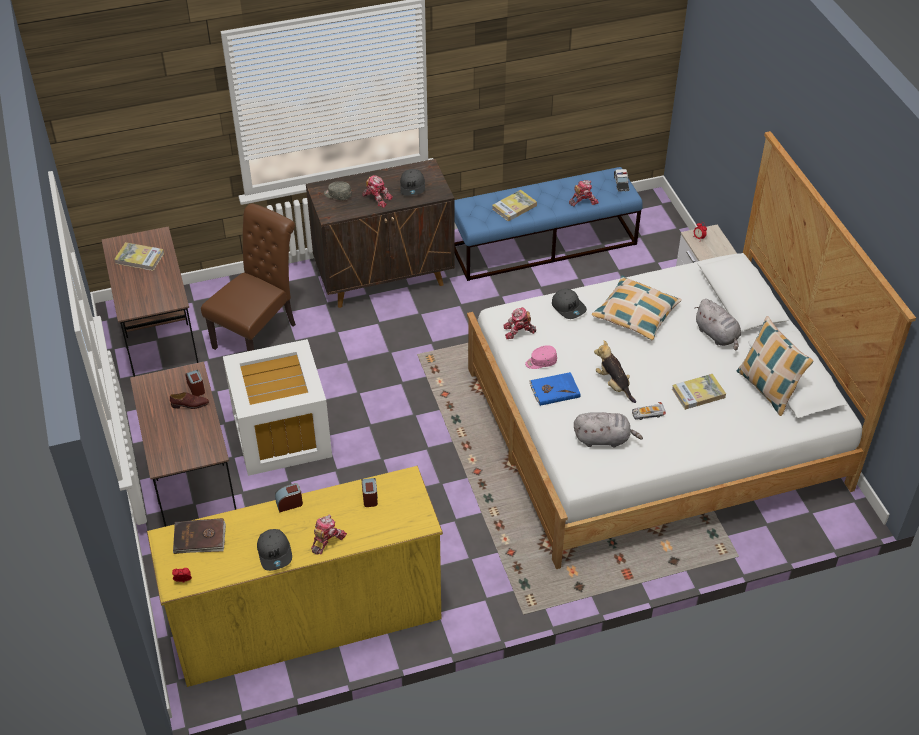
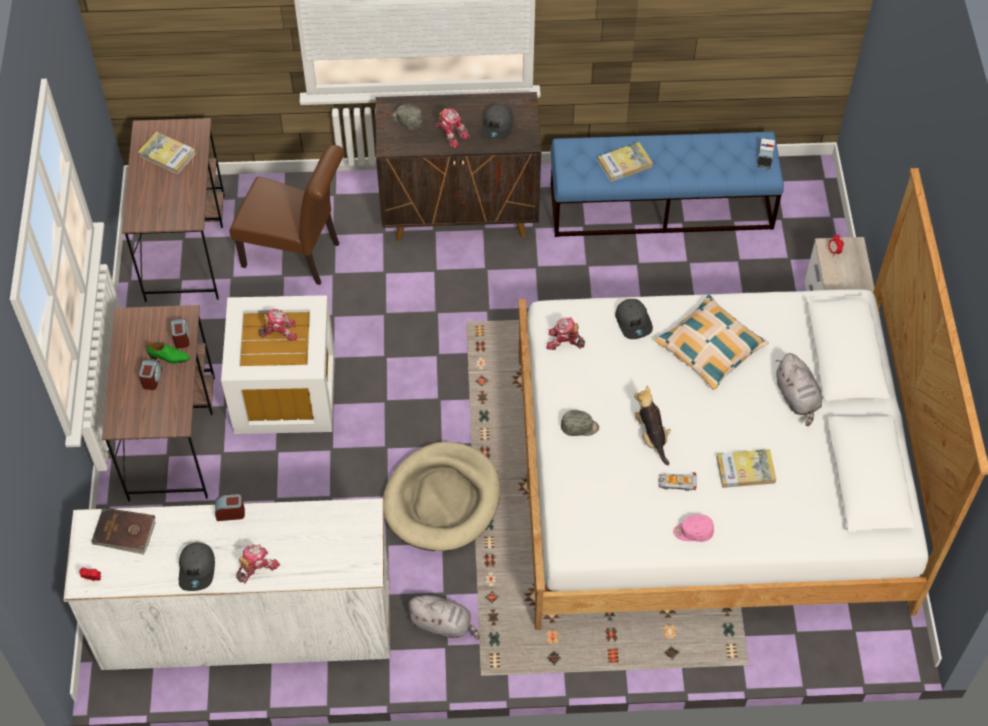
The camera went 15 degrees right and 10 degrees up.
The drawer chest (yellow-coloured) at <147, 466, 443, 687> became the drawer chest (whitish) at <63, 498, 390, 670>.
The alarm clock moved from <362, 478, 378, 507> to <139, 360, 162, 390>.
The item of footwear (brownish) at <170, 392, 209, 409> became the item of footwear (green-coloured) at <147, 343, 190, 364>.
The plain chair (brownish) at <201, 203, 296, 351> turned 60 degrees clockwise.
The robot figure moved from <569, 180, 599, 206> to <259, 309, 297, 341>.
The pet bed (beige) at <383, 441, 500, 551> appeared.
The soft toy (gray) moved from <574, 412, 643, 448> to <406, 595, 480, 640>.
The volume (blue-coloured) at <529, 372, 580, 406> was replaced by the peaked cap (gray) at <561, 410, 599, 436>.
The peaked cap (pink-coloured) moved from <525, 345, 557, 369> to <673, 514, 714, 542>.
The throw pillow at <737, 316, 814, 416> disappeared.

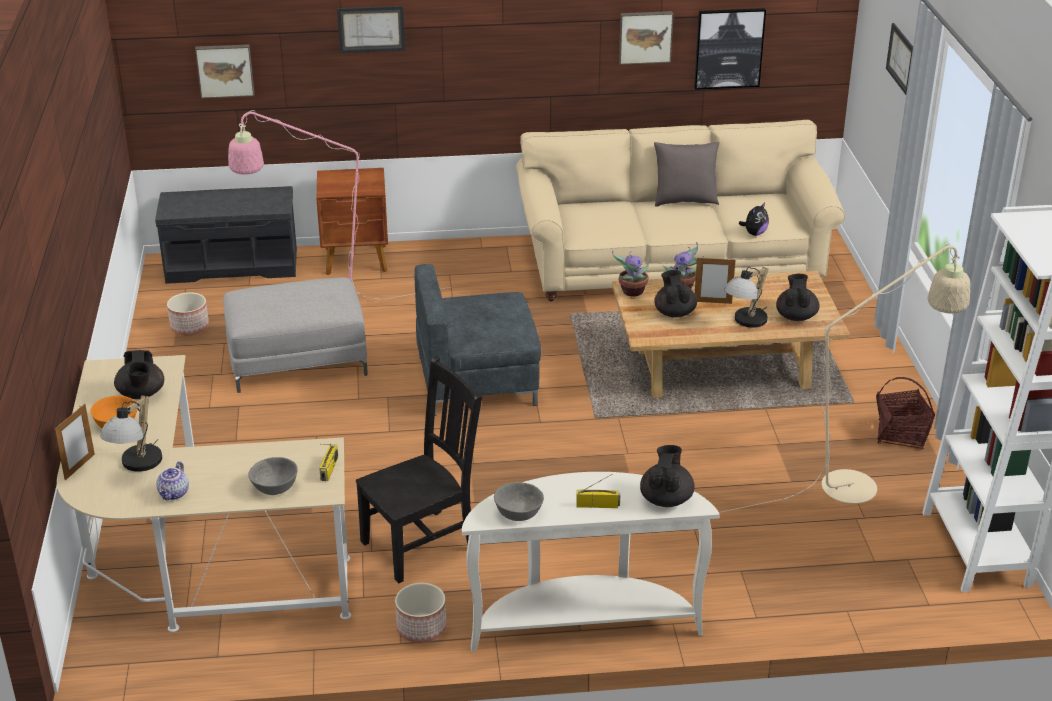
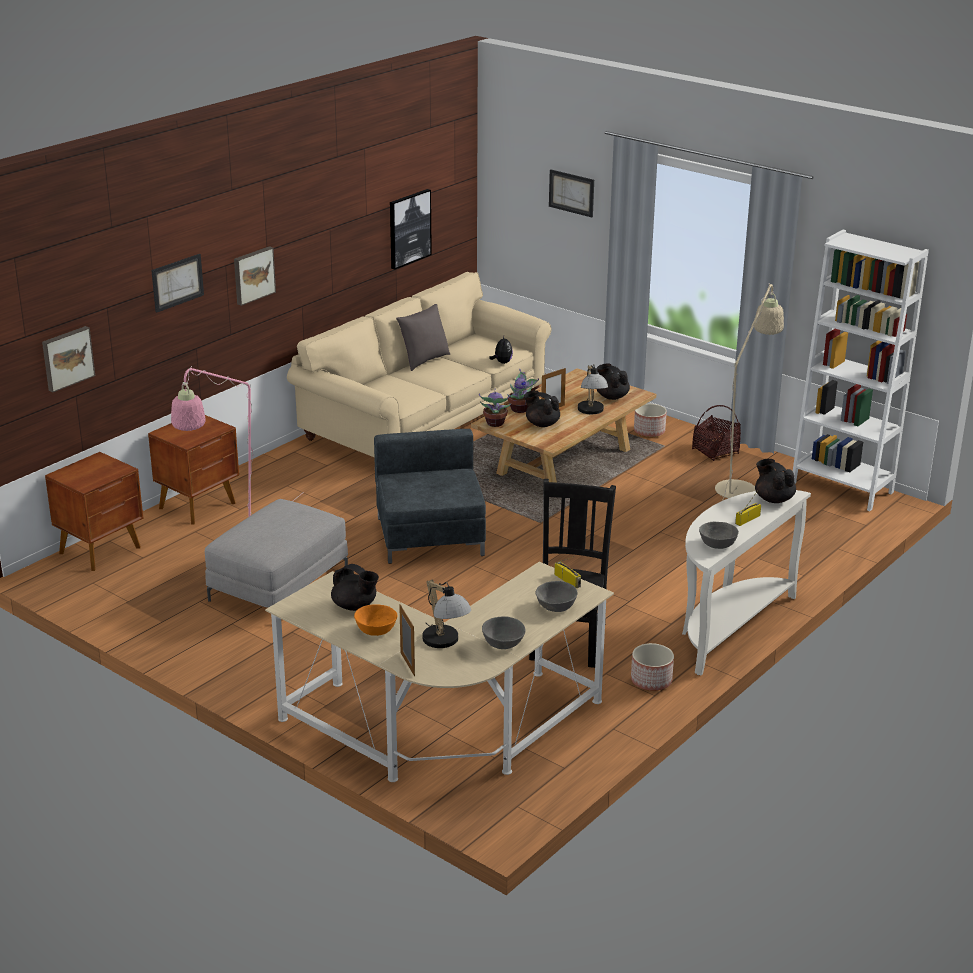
The camera went 45 degrees left and 5 degrees down.
The indoor bench (gray) at <155, 186, 297, 284> was replaced by the bedside table (brownish) at <45, 452, 143, 571>.
The picture moved from <619, 11, 673, 65> to <234, 246, 276, 306>.
The lounge chair (gray) at <415, 264, 541, 416> turned 135 degrees clockwise.
The teapot at <156, 461, 189, 501> was replaced by the bowl (gray) at <482, 616, 526, 649>.
The flower pot moved from <167, 292, 209, 335> to <634, 404, 667, 437>.

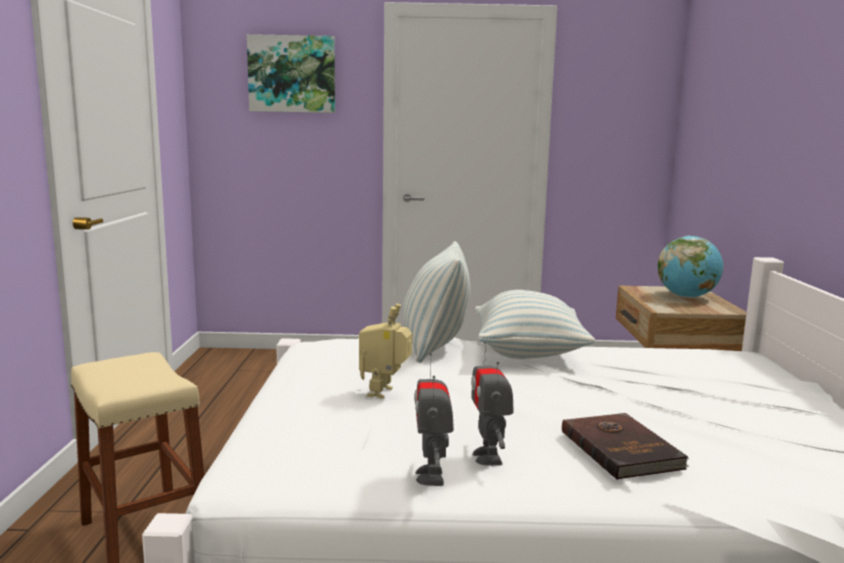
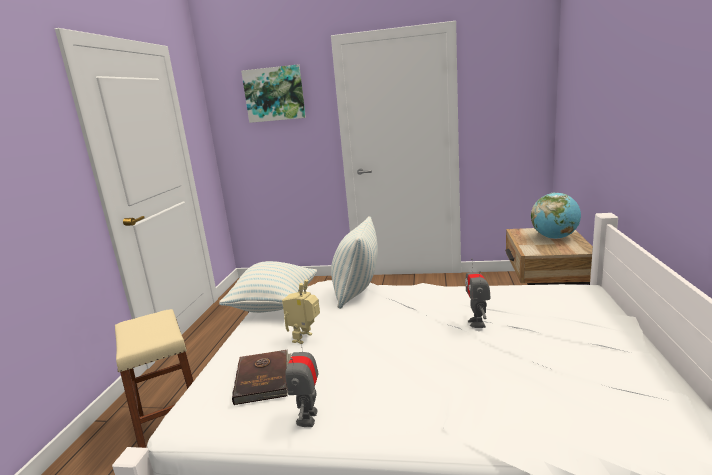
The camera went 10 degrees right and 5 degrees up.
The throw pillow moved from <475, 290, 595, 359> to <219, 261, 317, 313>.
The volume (brownish) moved from <562, 413, 689, 480> to <232, 349, 291, 405>.
The robot figure moved from <471, 341, 514, 466> to <465, 258, 491, 328>.

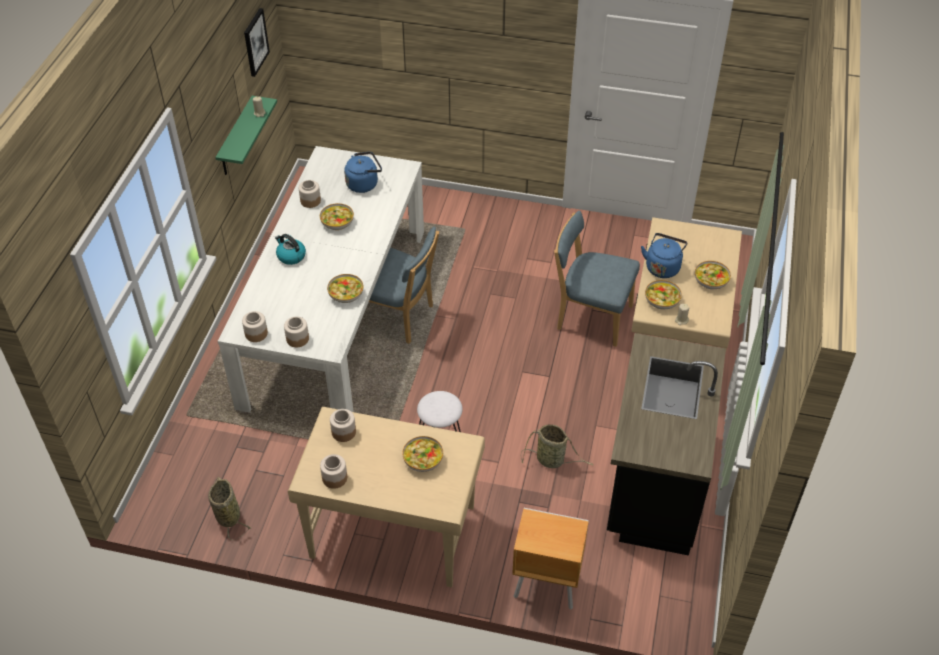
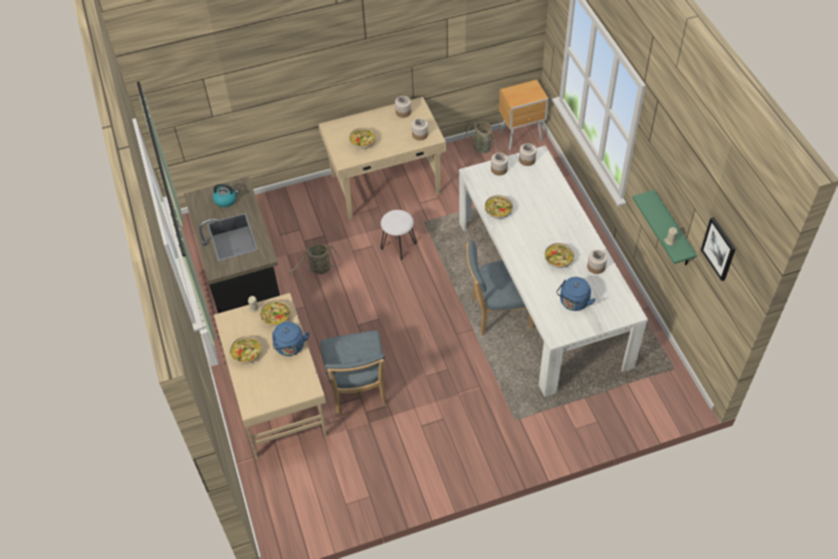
The camera went 150 degrees right and 5 degrees up.
The water kettle moved from <275, 234, 306, 265> to <213, 184, 239, 207>.
The plain chair (blue-coloured) at <554, 211, 640, 347> turned 90 degrees clockwise.
The bedside table (brownish) moved from <512, 508, 589, 610> to <499, 79, 549, 149>.

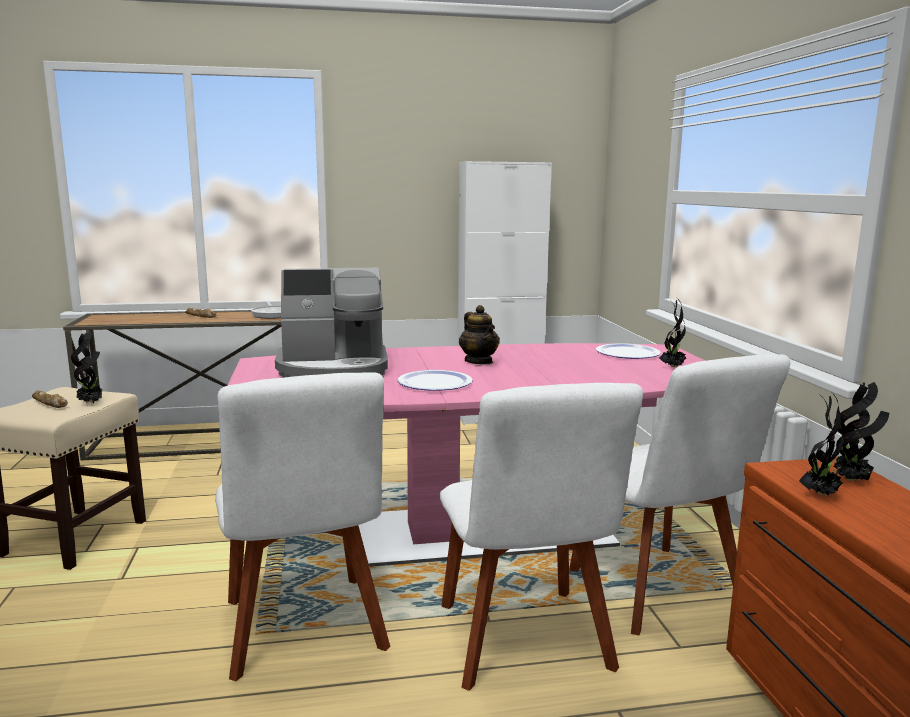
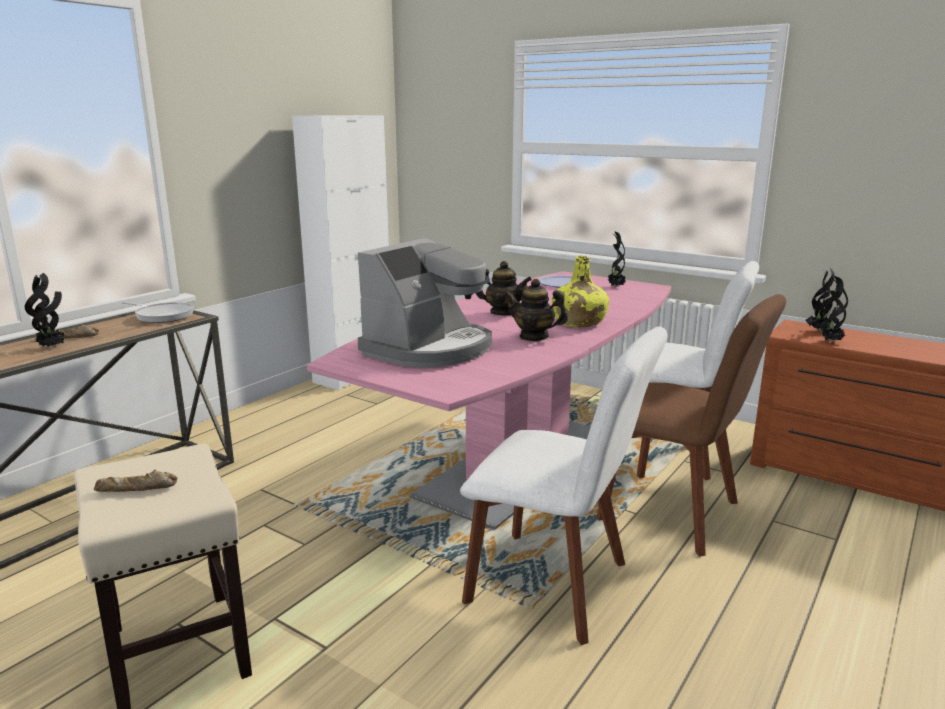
The camera went 45 degrees left and 5 degrees up.
The potted plant moved from <71, 331, 103, 403> to <25, 273, 64, 348>.
The dinner plate at <398, 370, 473, 391> was replaced by the teapot at <505, 279, 568, 341>.
The beverage bottle (yellow-coloured) at <552, 256, 609, 327> appeared.
The plain chair (whitish) at <440, 383, 643, 691> became the plain chair (brownish) at <597, 294, 786, 557>.

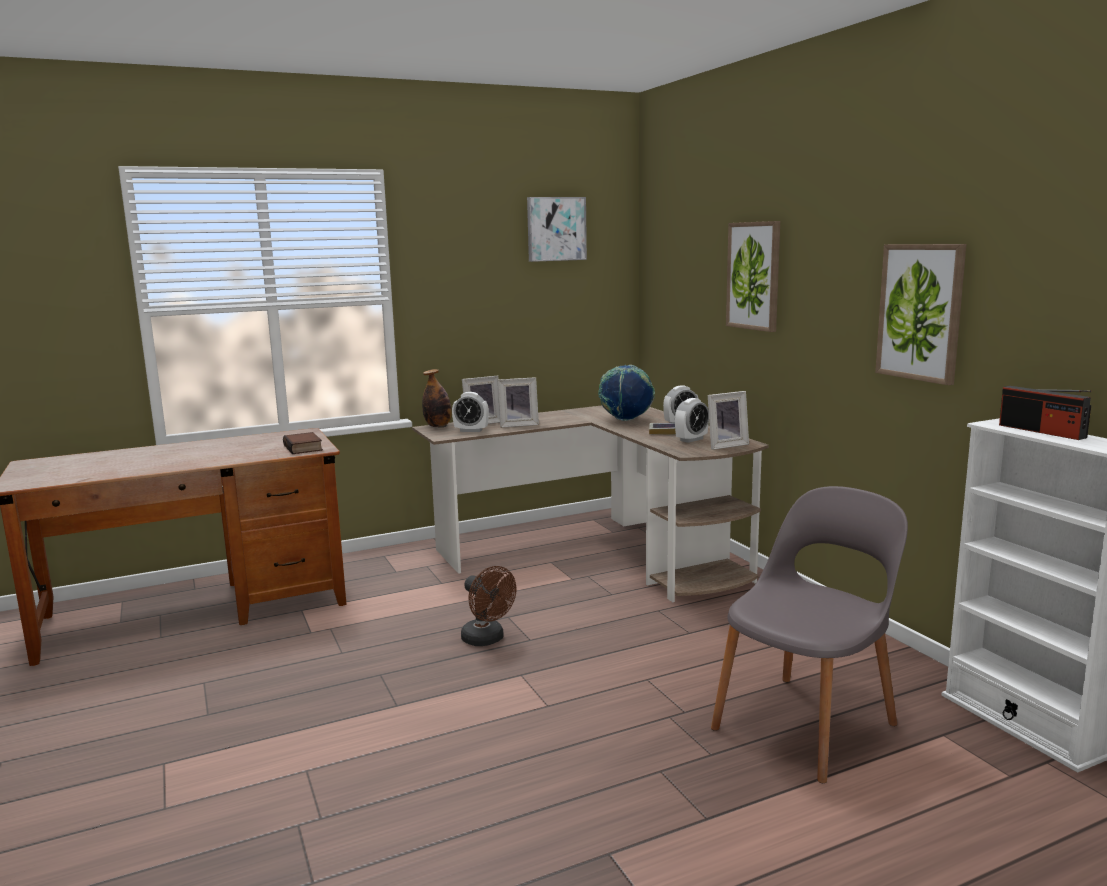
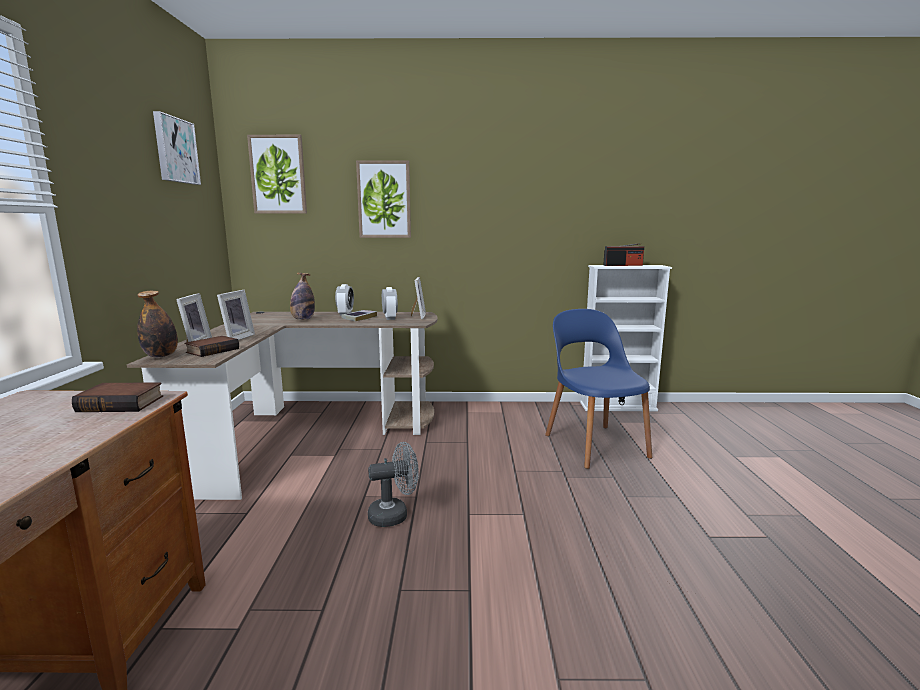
The camera went 65 degrees left and 0 degrees up.
The alarm clock at <452, 392, 489, 432> was replaced by the volume at <185, 336, 239, 357>.
The picture moved from <875, 244, 966, 385> to <247, 135, 307, 214>.
The globe at <598, 365, 655, 421> was replaced by the beverage bottle at <290, 273, 315, 320>.
The electric fan (brownish) at <461, 566, 516, 646> became the electric fan (gray) at <368, 442, 419, 527>.
The plain chair (gray) at <711, 486, 908, 783> became the plain chair (blue-coloured) at <545, 309, 652, 469>.

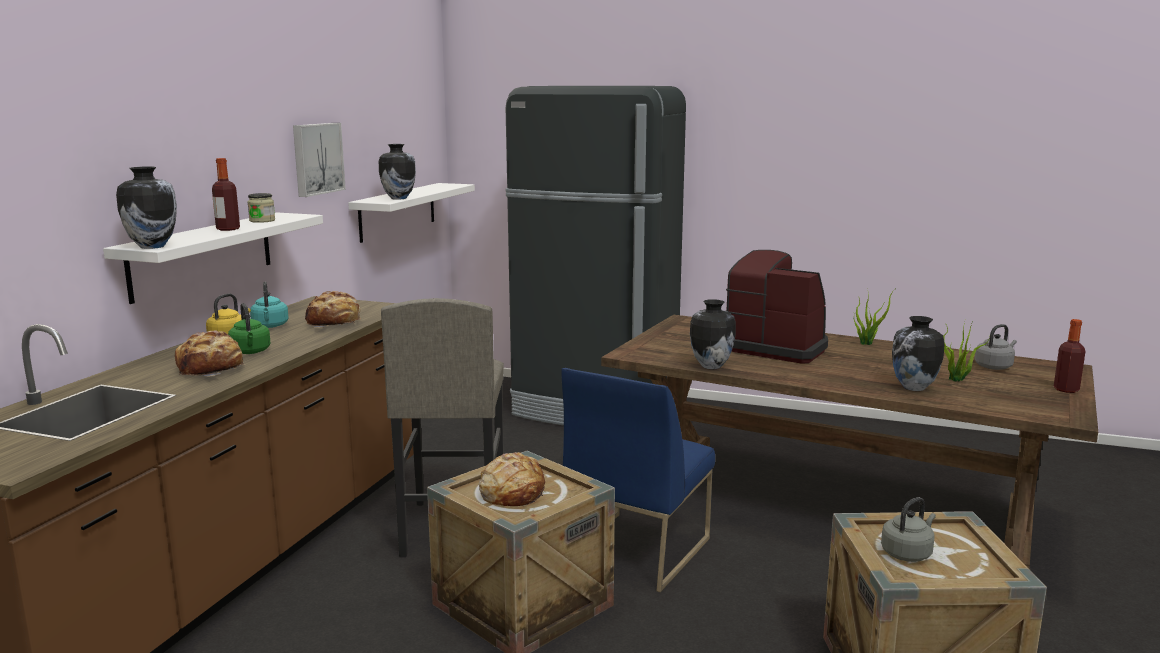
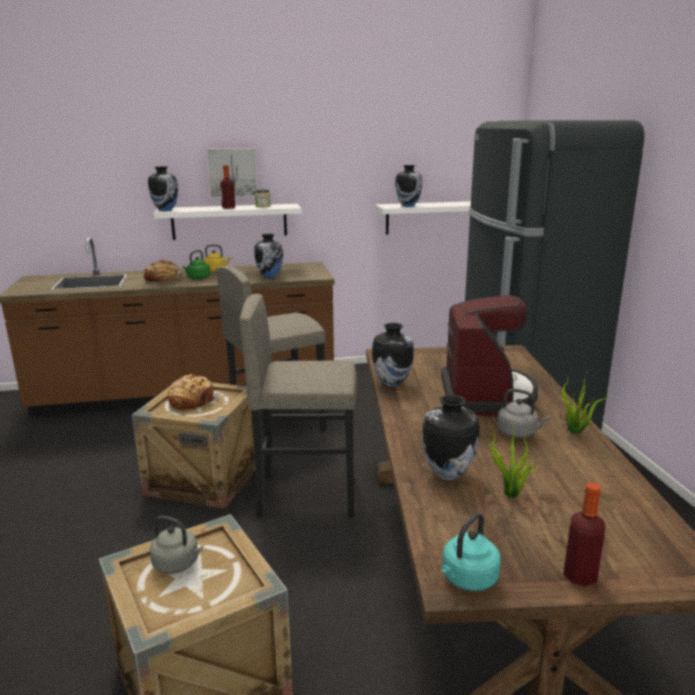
The camera went 60 degrees right and 5 degrees up.
The picture moved from <293, 123, 346, 197> to <207, 148, 258, 198>.
The plain chair (blue-coloured) at <561, 368, 715, 592> was replaced by the stool seat (gray) at <239, 294, 357, 518>.
The bakery bread at <305, 291, 361, 328> was replaced by the decorative vase at <254, 234, 283, 278>.
The water kettle (turquoise) moved from <250, 282, 289, 328> to <441, 513, 501, 591>.
The water kettle (gray) moved from <975, 324, 1017, 370> to <497, 389, 550, 438>.

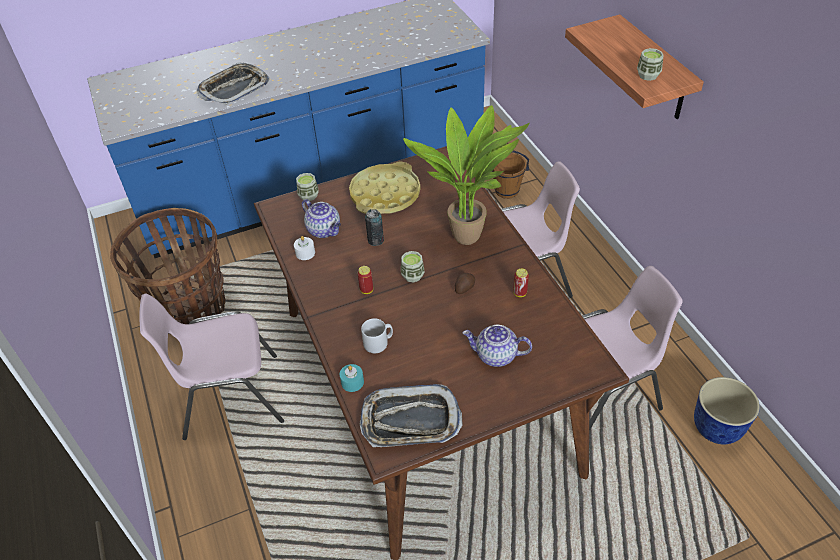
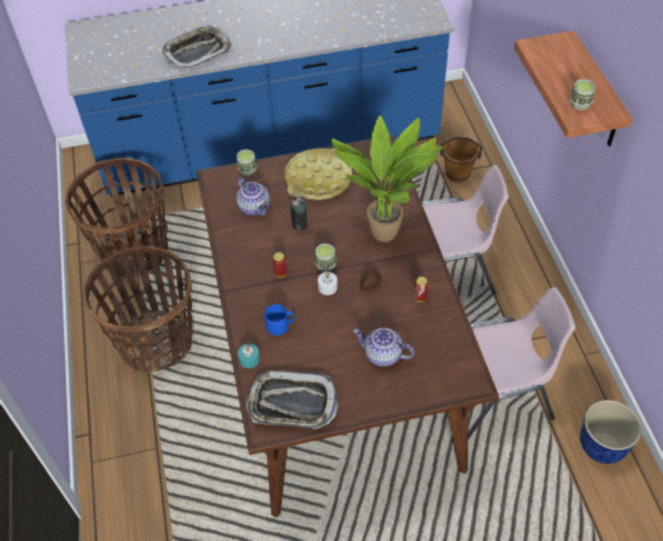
The camera went 10 degrees right and 5 degrees up.
The plain chair (pink-coloured) at <139, 293, 284, 440> was replaced by the household basket at <84, 246, 193, 372>.
The tea mug (gray) at <361, 318, 393, 353> became the tea mug (blue-coloured) at <265, 304, 294, 336>.
The wax candle (whitish) moved from <294, 236, 315, 260> to <318, 272, 338, 295>.

